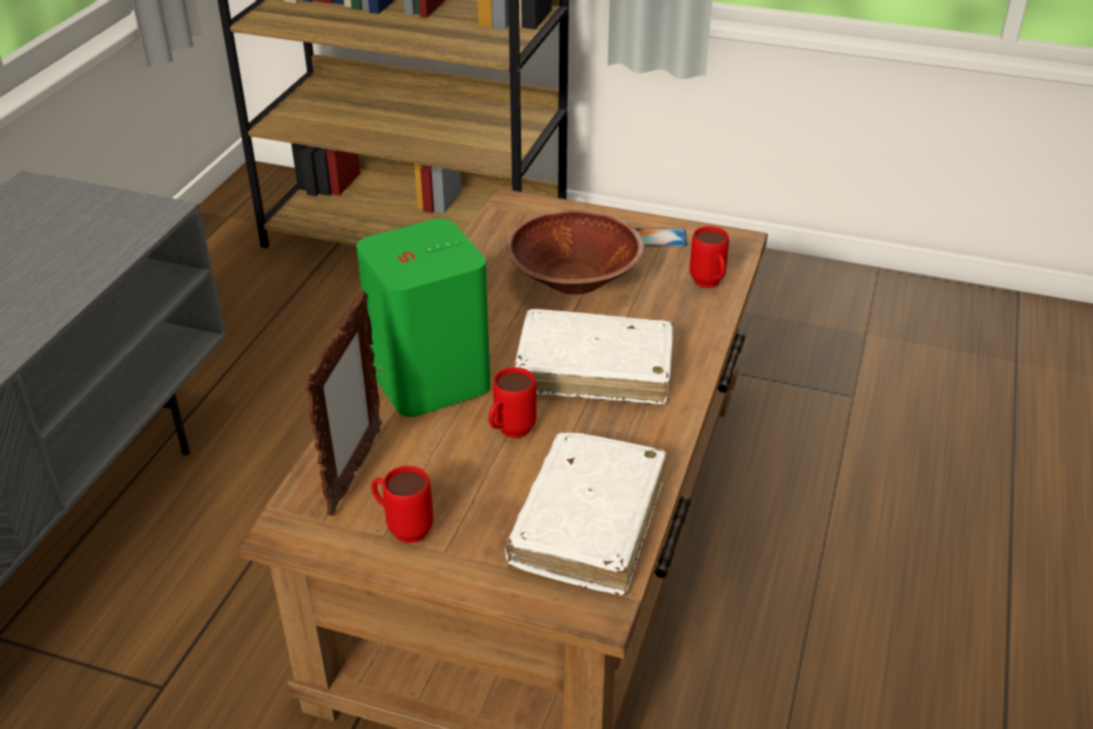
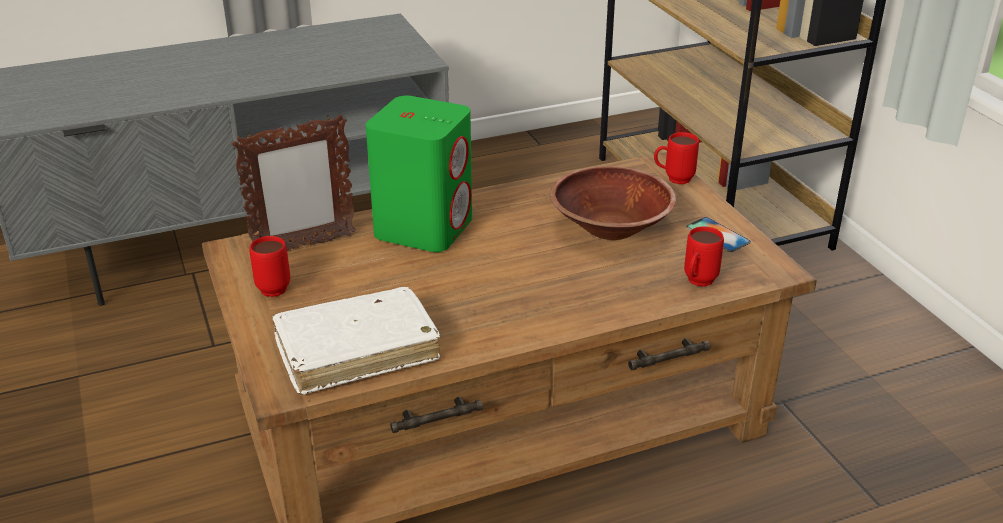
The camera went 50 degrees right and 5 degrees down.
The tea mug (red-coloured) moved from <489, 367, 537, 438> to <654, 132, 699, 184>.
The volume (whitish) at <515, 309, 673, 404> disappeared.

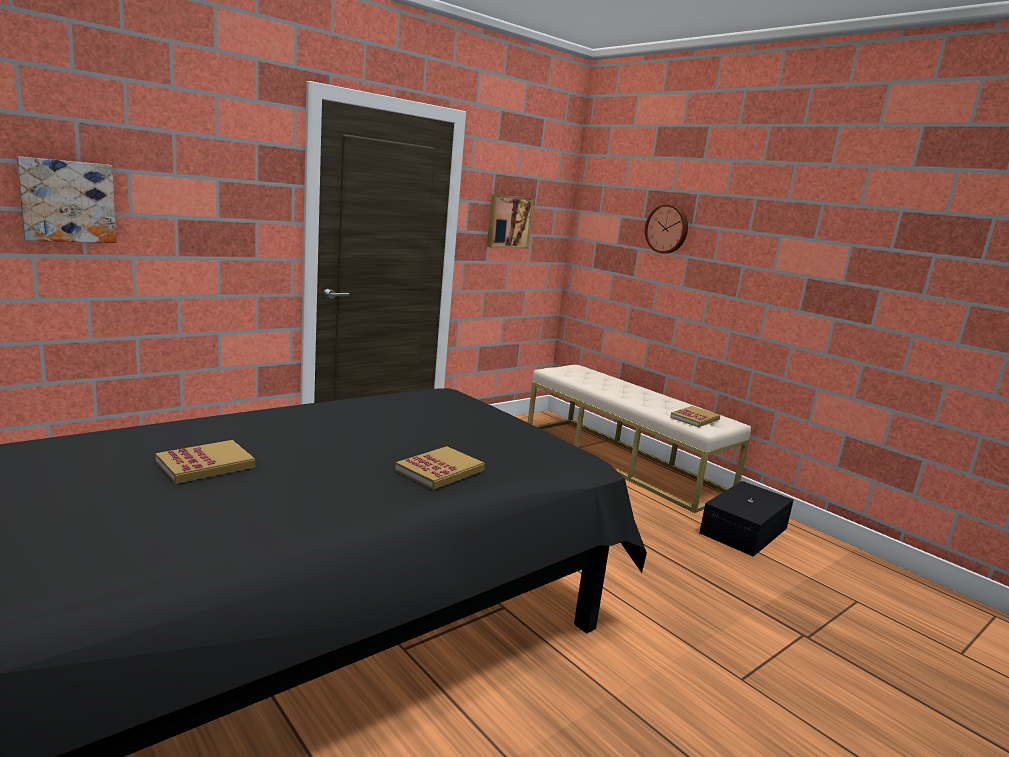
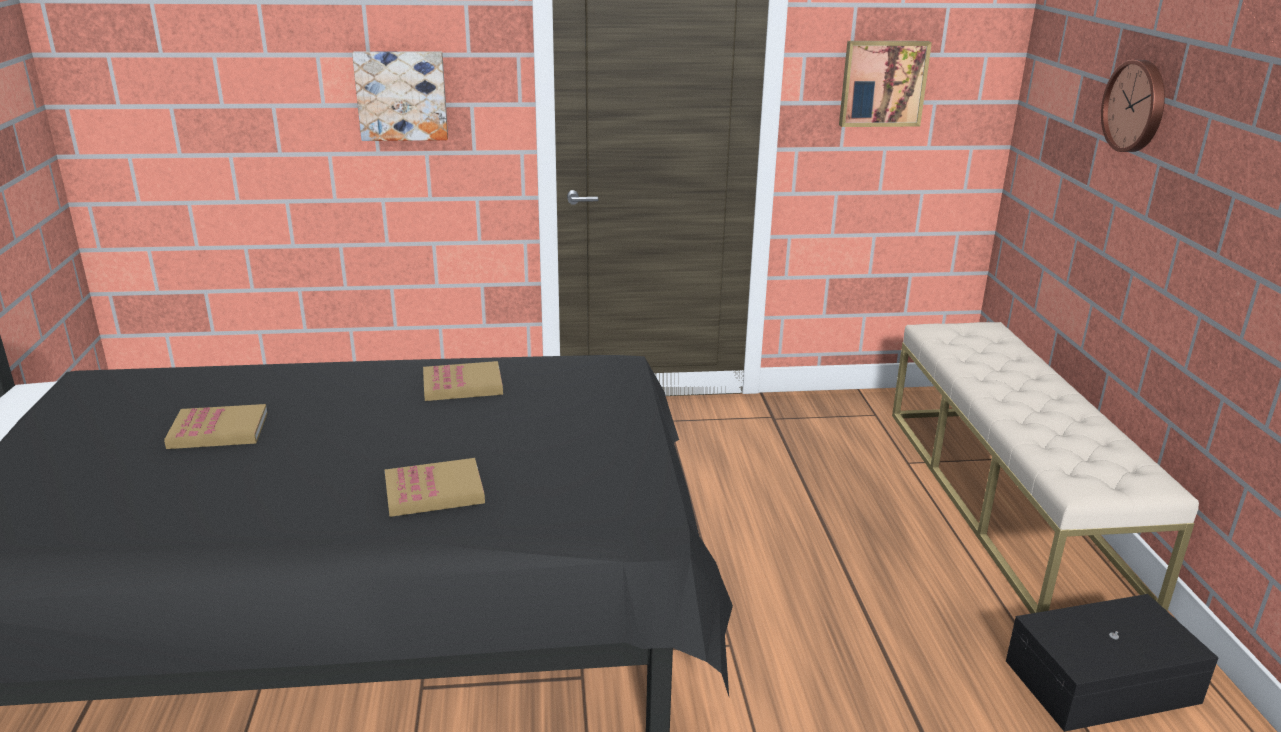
The camera went 35 degrees right and 10 degrees up.
The picture moved from <17, 156, 116, 243> to <352, 51, 448, 141>.
The volume moved from <670, 406, 720, 427> to <423, 361, 503, 401>.

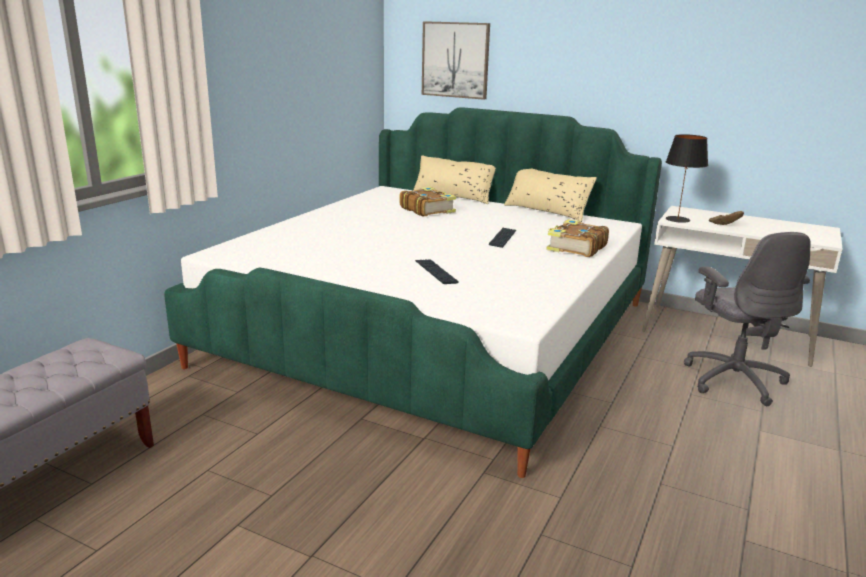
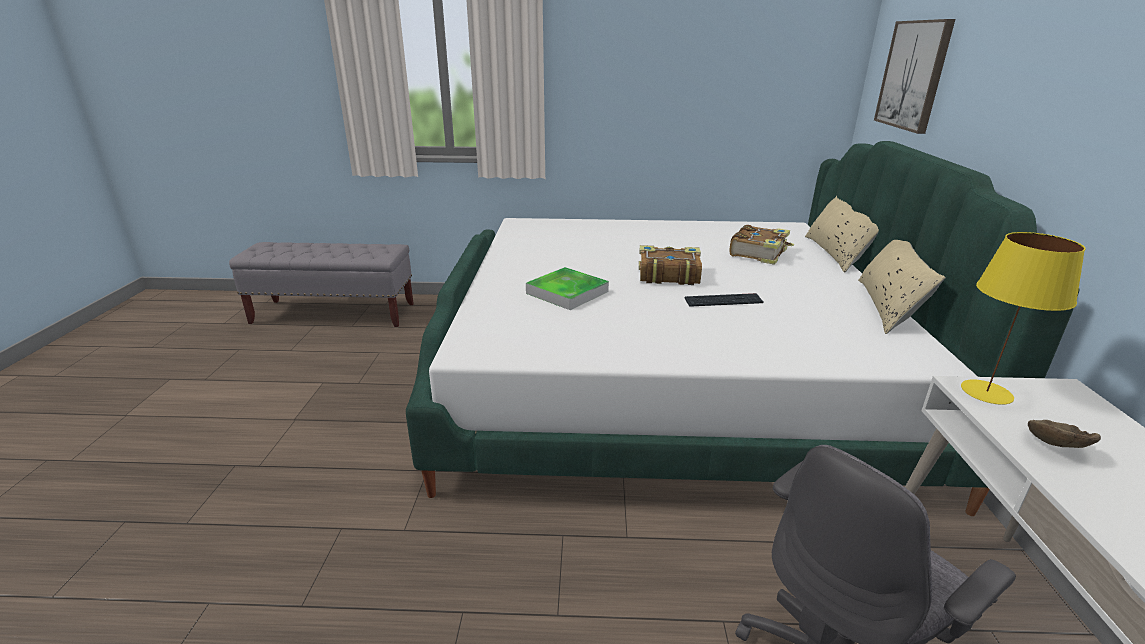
The camera went 65 degrees right and 5 degrees up.
The computer keyboard at <415, 259, 459, 284> was replaced by the serving tray at <526, 267, 609, 310>.
The volume moved from <546, 219, 609, 257> to <639, 245, 702, 285>.
The table lamp (black-coloured) at <666, 134, 708, 223> became the table lamp (yellow-coloured) at <961, 232, 1086, 405>.

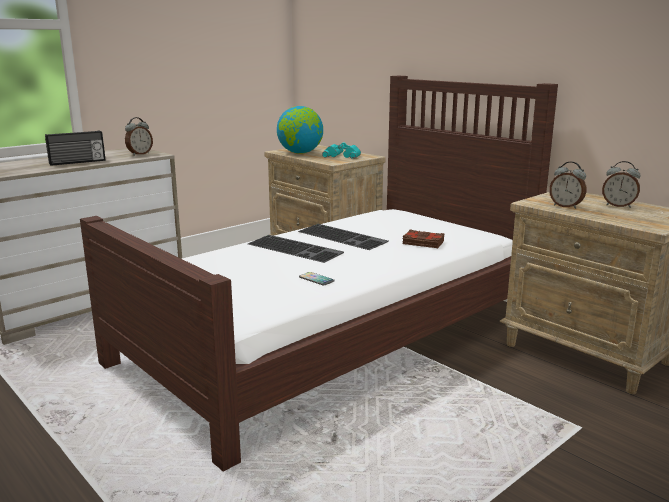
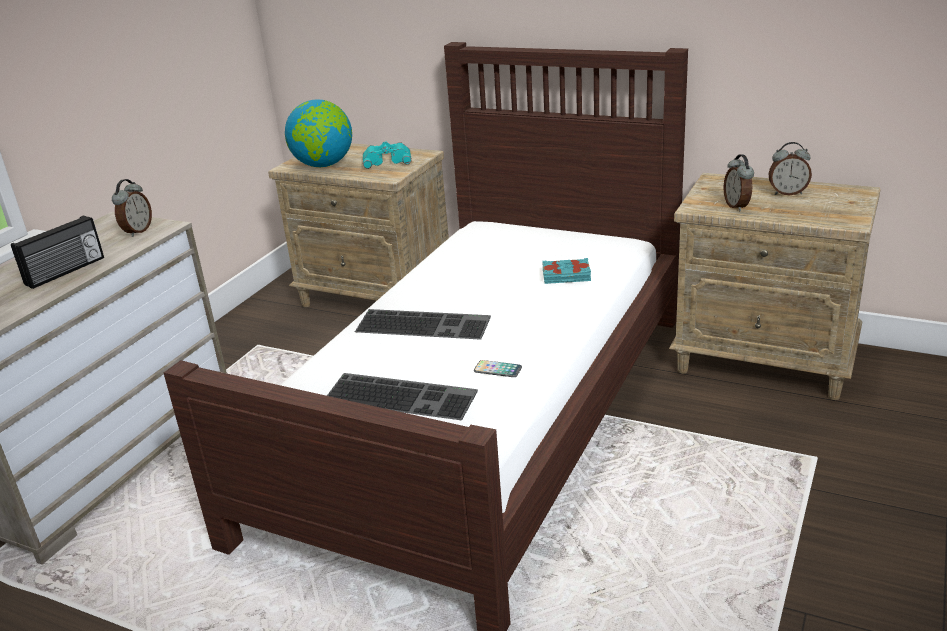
The camera went 20 degrees left and 10 degrees up.
The computer keyboard moved from <298, 224, 388, 250> to <327, 373, 478, 420>.
The volume (brownish) at <402, 229, 445, 248> became the volume (turquoise) at <543, 258, 591, 284>.
The alarm clock at <549, 162, 587, 209> turned 60 degrees clockwise.

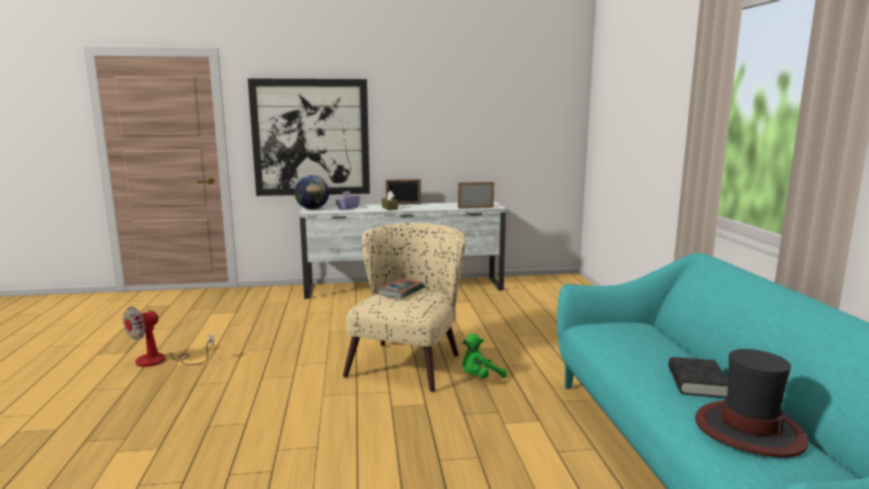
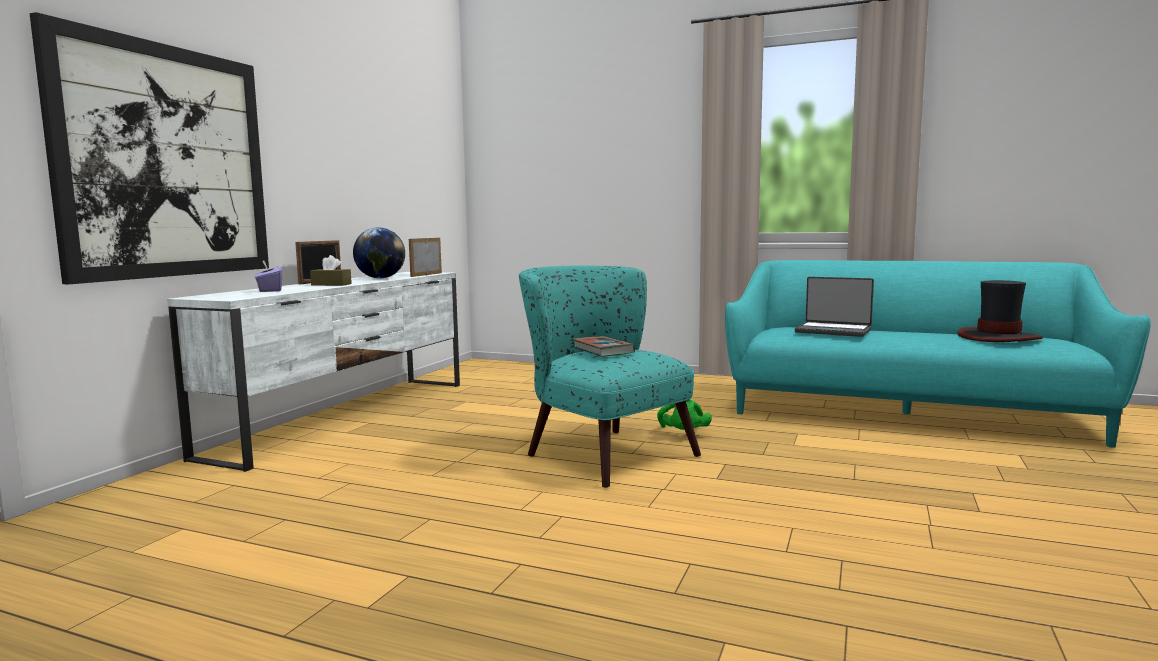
The camera went 60 degrees left and 5 degrees down.
The globe moved from <294, 175, 329, 210> to <353, 227, 405, 278>.
The lounge chair (beige) at <343, 223, 466, 392> became the lounge chair (turquoise) at <519, 265, 701, 488>.
The portable computer at <795, 277, 874, 337> appeared.
The electric fan at <123, 307, 214, 367> disappeared.
The volume (black-coloured) at <669, 357, 728, 398> disappeared.

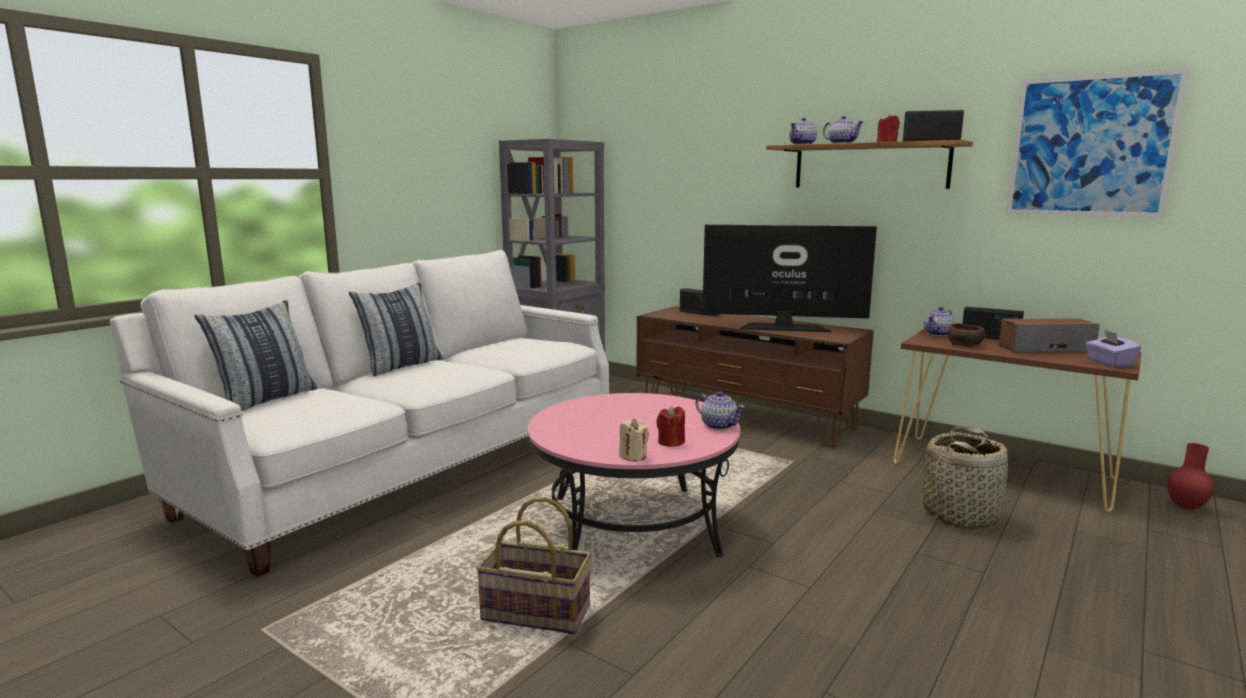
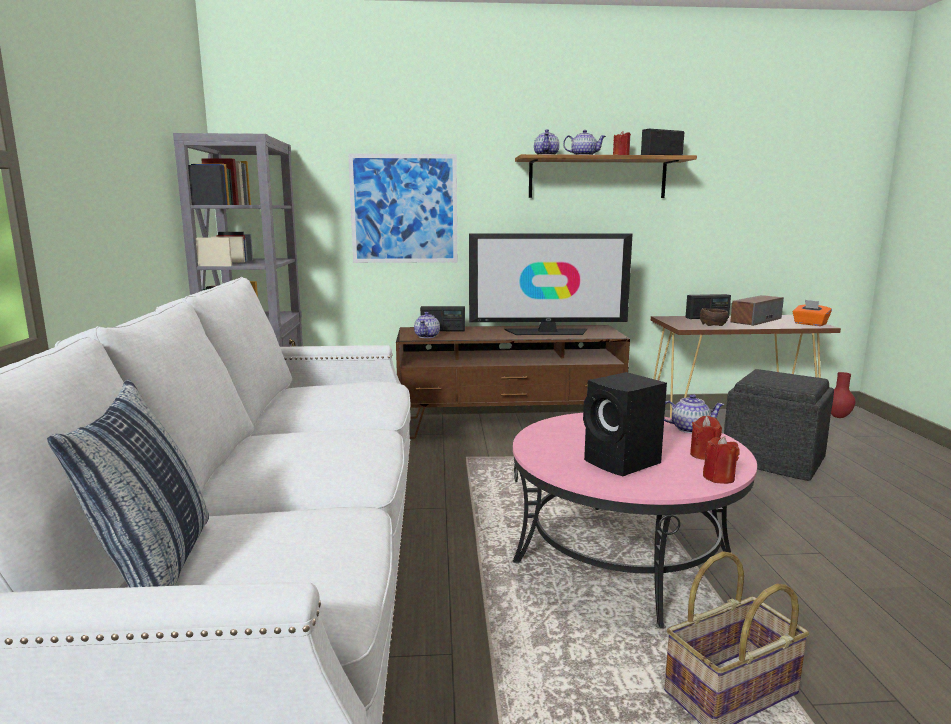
The camera went 40 degrees left and 0 degrees up.
The picture moved from <1005, 67, 1190, 218> to <348, 154, 457, 263>.
The teapot moved from <924, 307, 955, 336> to <414, 312, 440, 338>.
The TV set at <702, 225, 877, 332> turned 150 degrees counterclockwise.
The loudspeaker (black-coloured) at <583, 372, 667, 476> appeared.
The wax candle (beige) at <619, 419, 649, 461> became the wax candle (red-coloured) at <703, 436, 740, 484>.
The household basket at <923, 426, 1008, 529> was replaced by the pouffe (gray) at <724, 369, 834, 481>.
The tissue box (purplish) at <1086, 329, 1141, 367> became the tissue box (orange-coloured) at <793, 300, 832, 326>.
The throw pillow at <349, 282, 443, 376> disappeared.

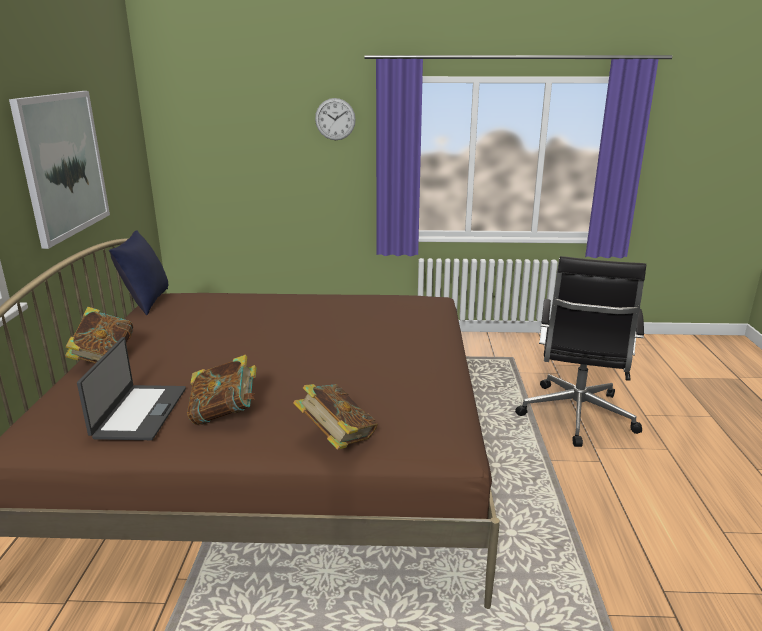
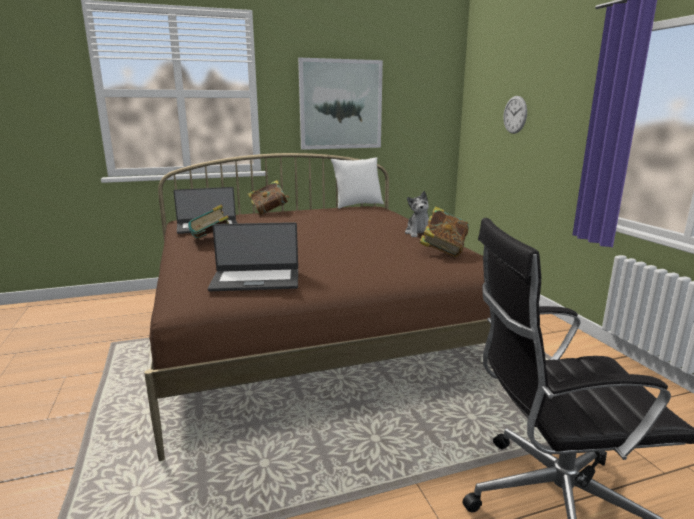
The camera went 70 degrees right and 5 degrees down.
The portable computer at <208, 222, 298, 291> appeared.
The throw pillow (blue-coloured) at <109, 230, 168, 315> became the throw pillow (whitish) at <331, 157, 384, 209>.
The soft toy at <405, 191, 429, 237> appeared.
The volume moved from <293, 384, 378, 450> to <419, 206, 469, 257>.
The clock on the wall moved from <315, 98, 356, 140> to <503, 96, 527, 134>.

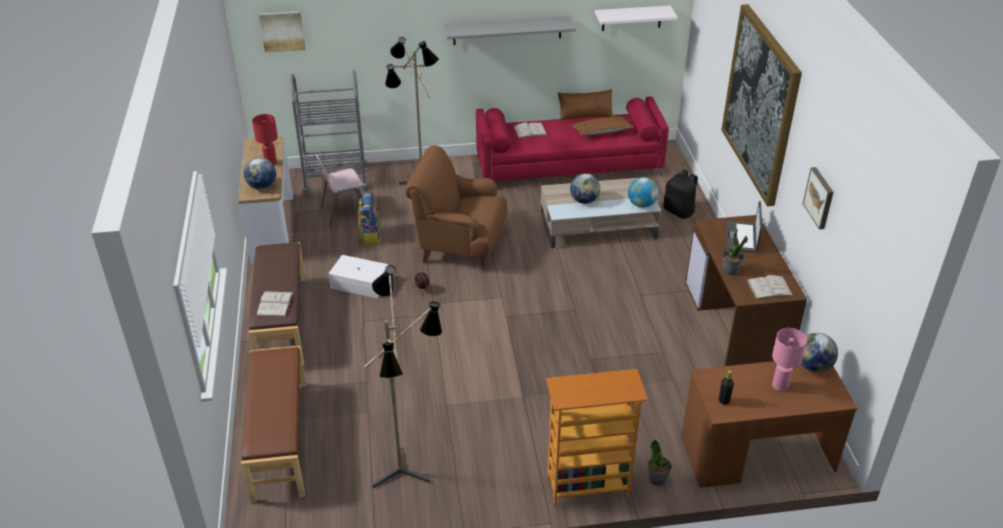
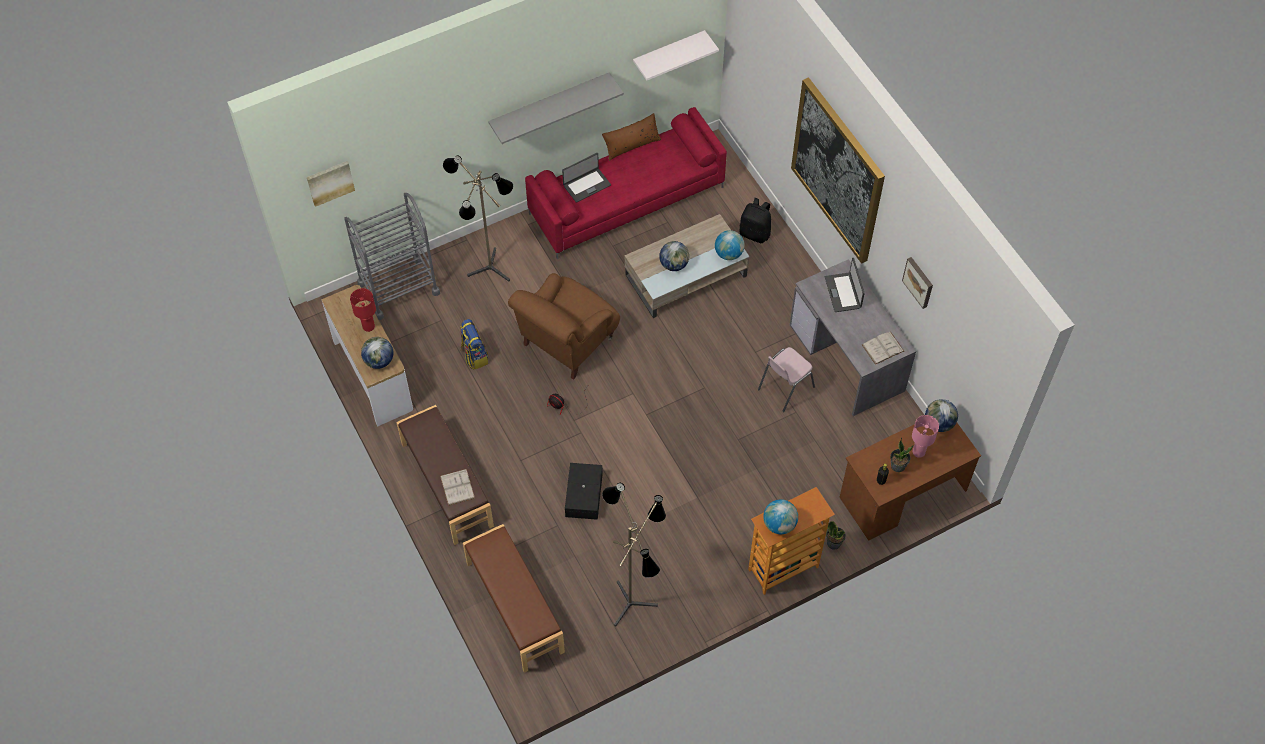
The camera went 20 degrees left and 20 degrees up.
The lounge chair (brownish) at <405, 145, 507, 271> turned 45 degrees counterclockwise.
The volume (whitish) at <514, 122, 547, 138> was replaced by the portable computer at <562, 153, 611, 203>.
The storage container (black-coloured) at <565, 463, 603, 520> appeared.
The plain chair (pink-coloured) moved from <316, 155, 363, 226> to <758, 347, 815, 412>.
The globe at <763, 499, 798, 534> appeared.
The desk (brownish) at <685, 215, 807, 366> became the desk (gray) at <790, 259, 916, 416>.
The potted plant moved from <722, 229, 748, 275> to <890, 437, 913, 472>.
The storage container (whitish) at <328, 255, 389, 298> disappeared.
The throw pillow (brownish) at <571, 116, 634, 135> disappeared.

